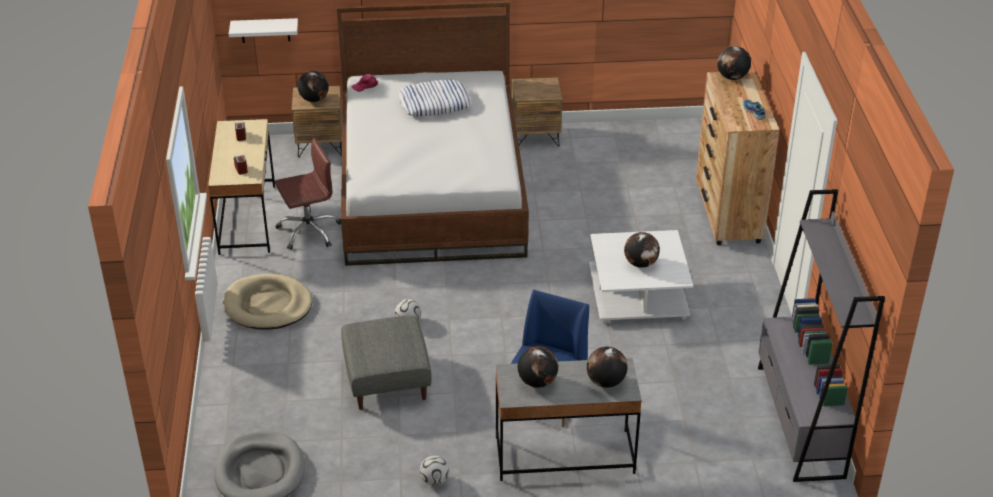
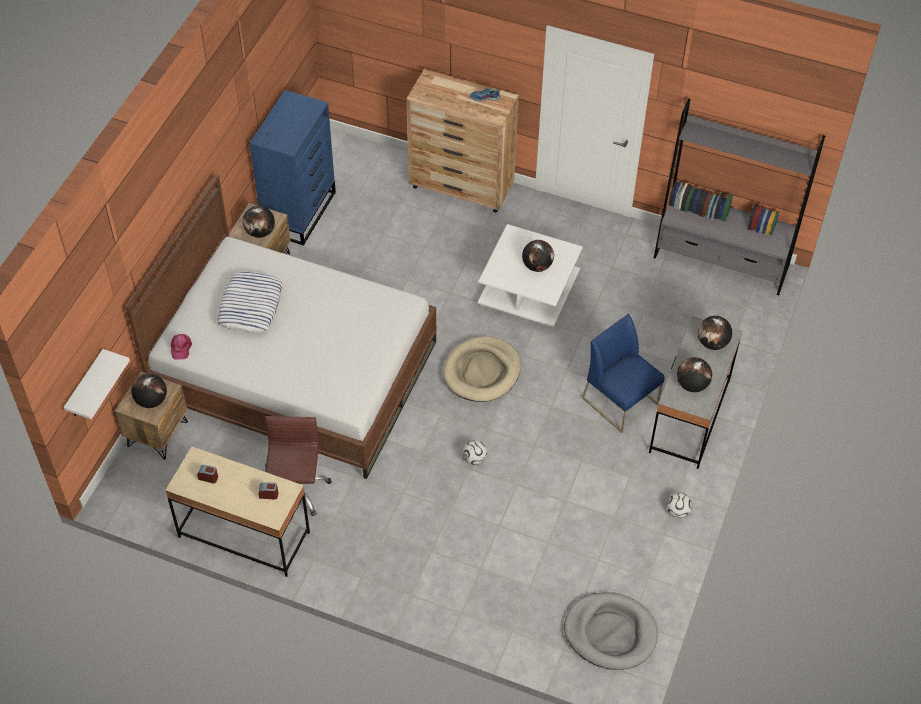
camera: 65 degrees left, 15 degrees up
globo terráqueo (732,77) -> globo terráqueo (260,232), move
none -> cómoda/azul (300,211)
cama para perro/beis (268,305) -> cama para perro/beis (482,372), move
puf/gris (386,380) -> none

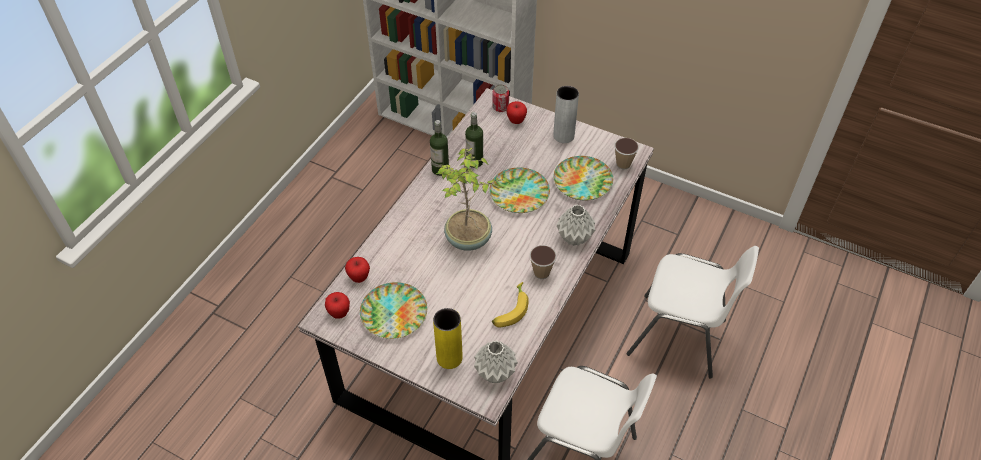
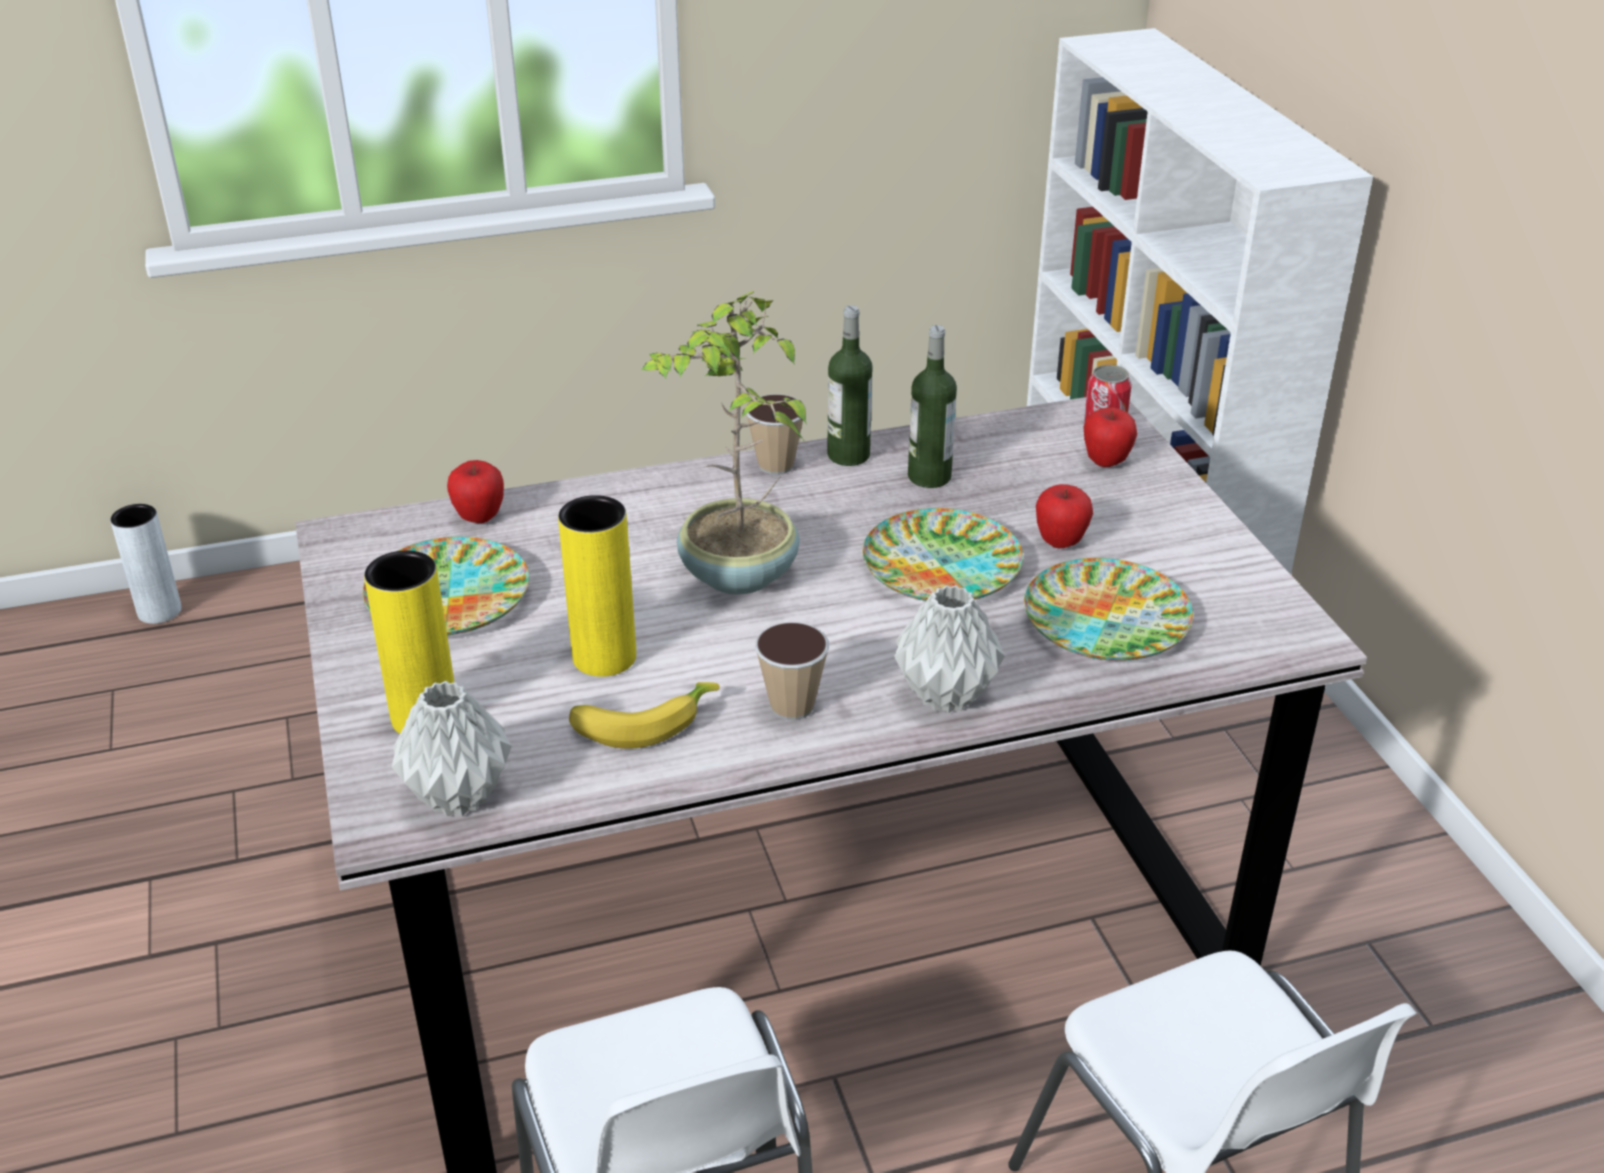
camera: 45 degrees right, 15 degrees down
florero/gris (563,136) -> florero/gris (159,611), move
none -> florero/amarillo (604,657)
taza (623,164) -> taza (776,465), move
manzana (339,313) -> manzana (1060,542), move

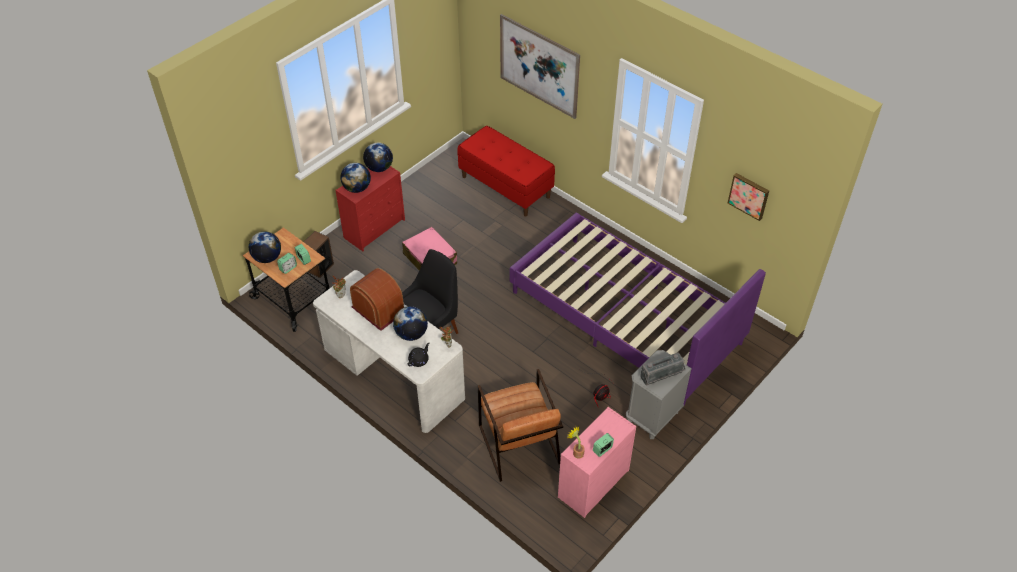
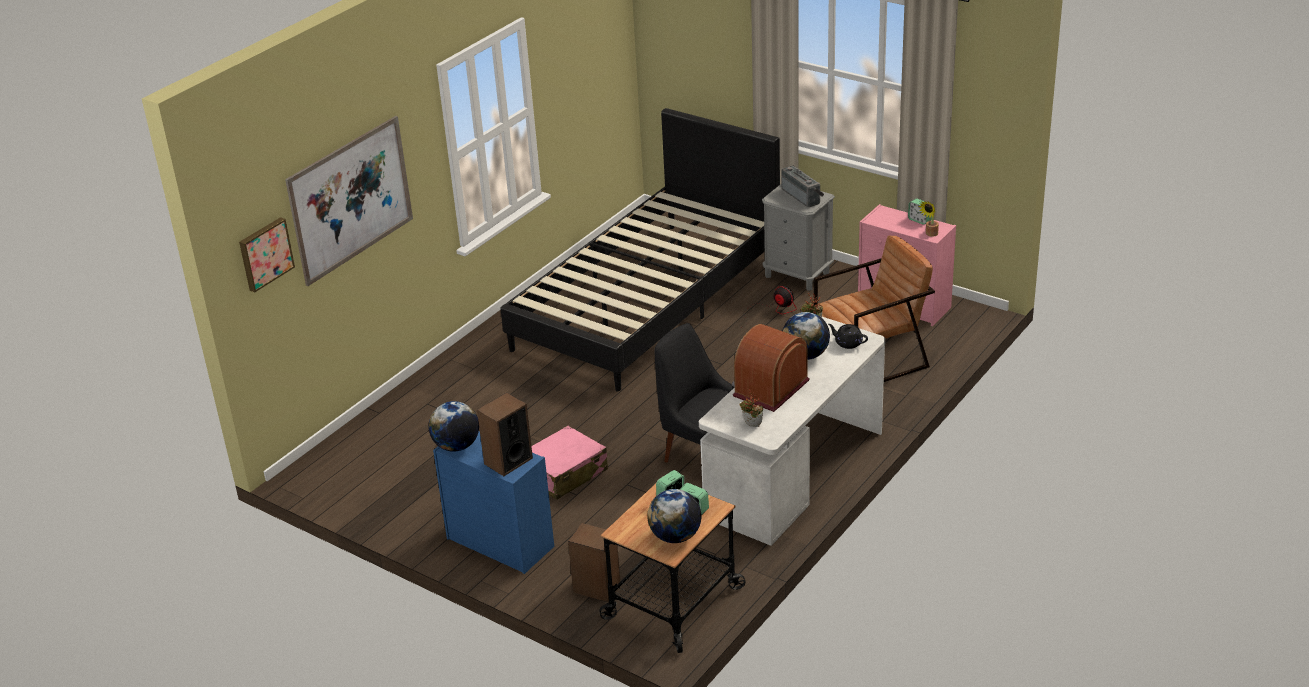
camera: 95 degrees left, 15 degrees down
cuadro (749,195) -> cuadro (265,253), move
cómoda/rojo (375,228) -> cómoda/azul (499,542)
globo terráqueo (357,188) -> altavoz (508,461)
cama/morado (625,318) -> cama/negro (648,302)
banco/rojo (506,186) -> none

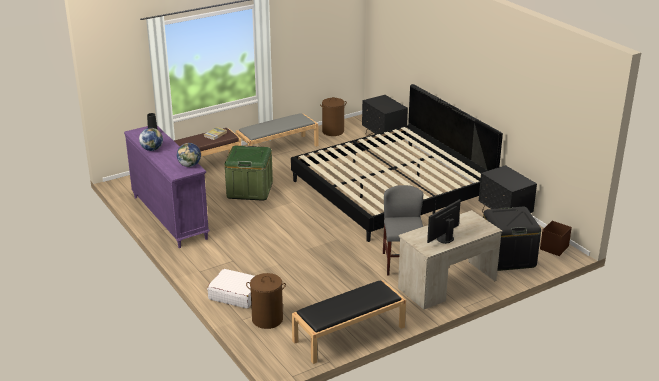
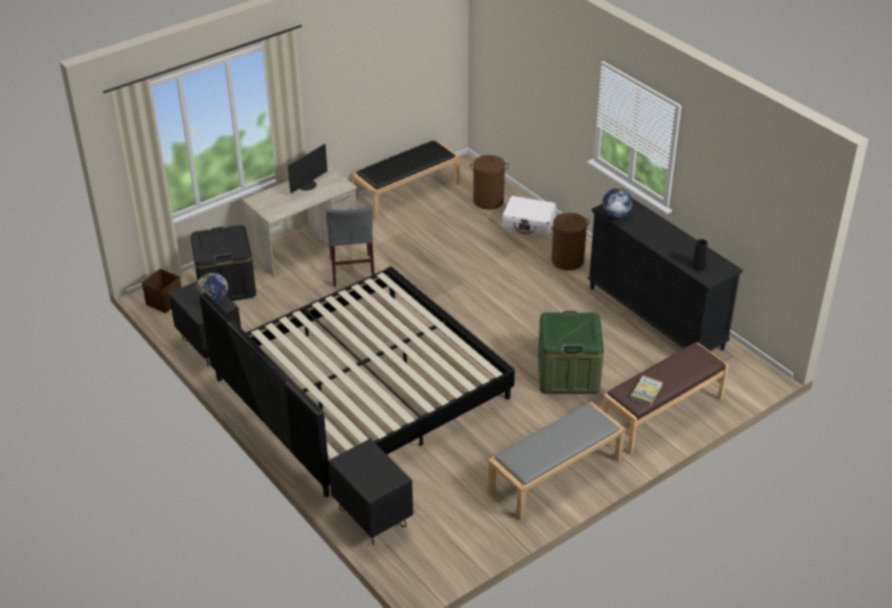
camera: 175 degrees right, 10 degrees up
globo terráqueo (152,149) -> globo terráqueo (214,300), move
cesto de la ropa/marrón (333,131) -> cesto de la ropa/marrón (567,261), move
cómoda/morado (169,217) -> cómoda/negro (655,318)

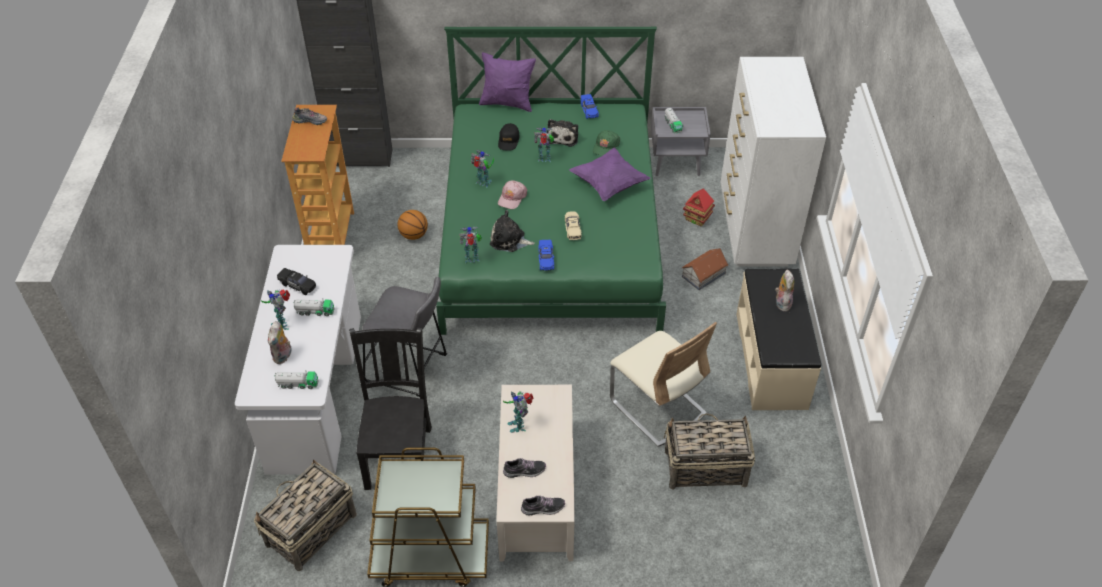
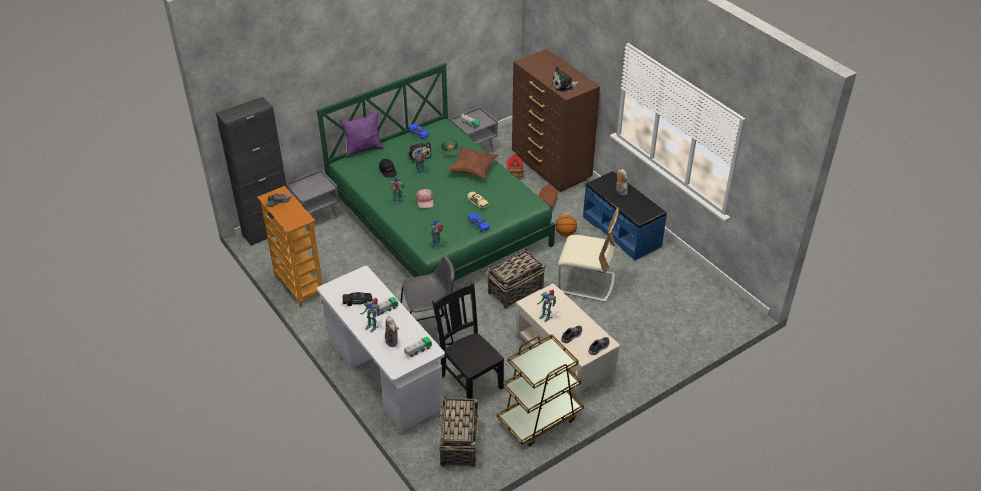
camera: 35 degrees left, 5 degrees down
none -> mesita de noche/gris (316,216)
cojín/morado (608,184) -> cojín/marrón (473,170)
cesta (704,468) -> cesta (515,290), move
cómoda/blanco (754,229) -> cómoda/marrón (550,168)
peluche (509,240) -> peluche (564,85), move
balón de baloncesto (414,235) -> balón de baloncesto (565,234), move
banco/beis (772,360) -> banco/azul (622,231)

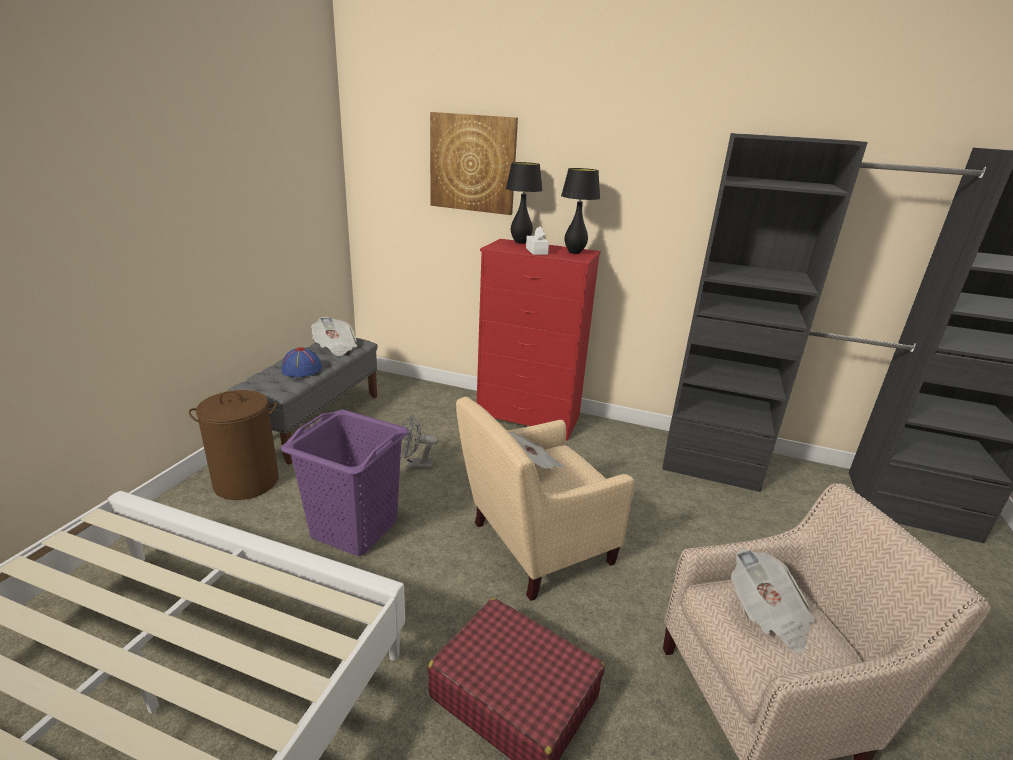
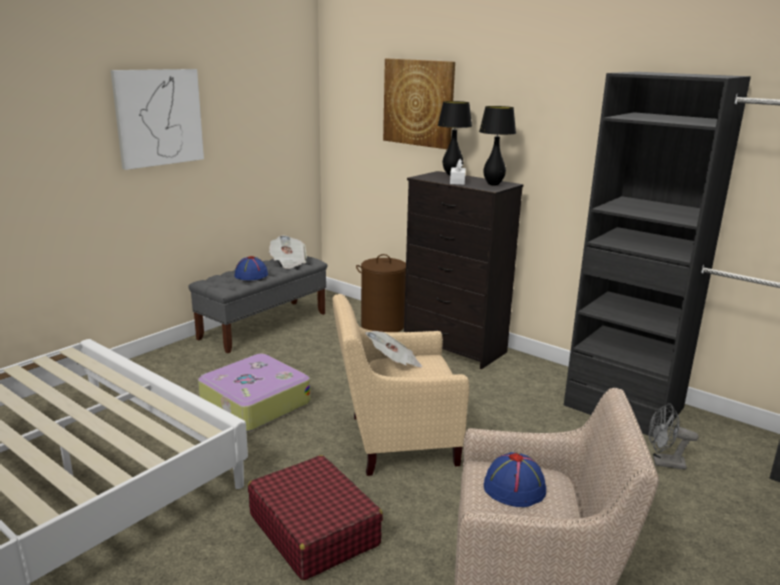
camera: 20 degrees right, 5 degrees down
none -> cuadro (159,117)
cesto de la ropa/morado (354,529) -> maleta (254,404)
cesto de la ropa/marrón (247,482) -> cesto de la ropa/marrón (383,325), move
cómoda/rojo (528,419) -> cómoda/negro (454,347)
periódico (767,616) -> sombrero/azul (515,488)
ventilador/gris (415,466) -> ventilador/gris (663,463), move

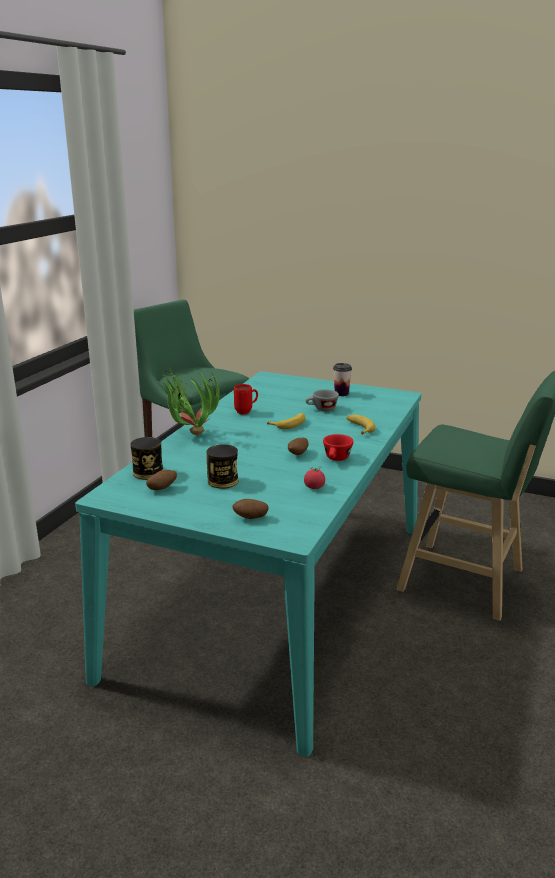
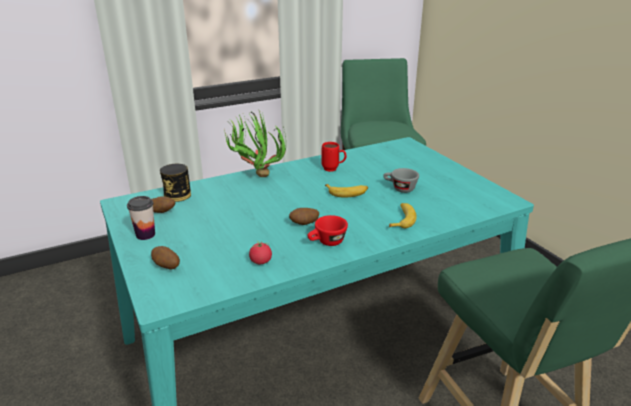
camera: 40 degrees right, 5 degrees up
taza (341,393) -> taza (145,235), move
lata (223,481) -> none

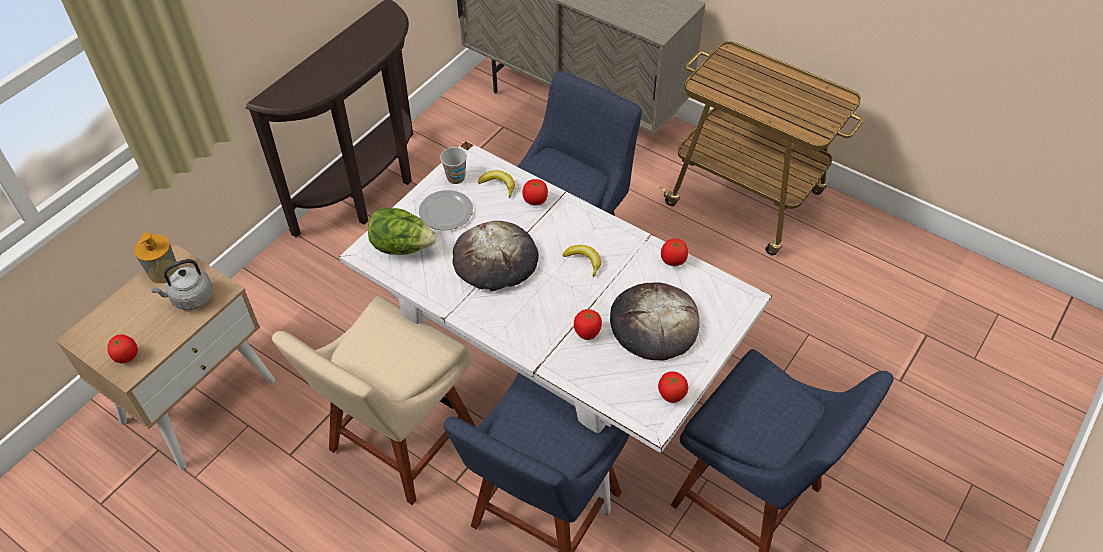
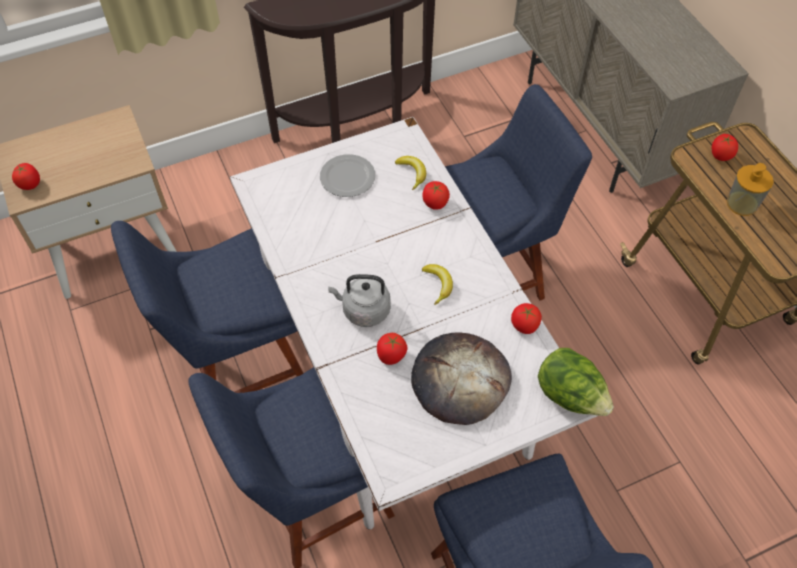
camera: 30 degrees right, 5 degrees up
silla/beis (398,444) -> silla/azul (237,366)
hervidor/gris (190,298) -> hervidor/gris (363,310), move
lechuga (403,247) -> lechuga (570,395), move
tomate (671,394) -> tomate (720,156), move
dispensador de jabón (163,271) -> dispensador de jabón (742,203), move
taza (456,178) -> none
pan (495,260) -> none

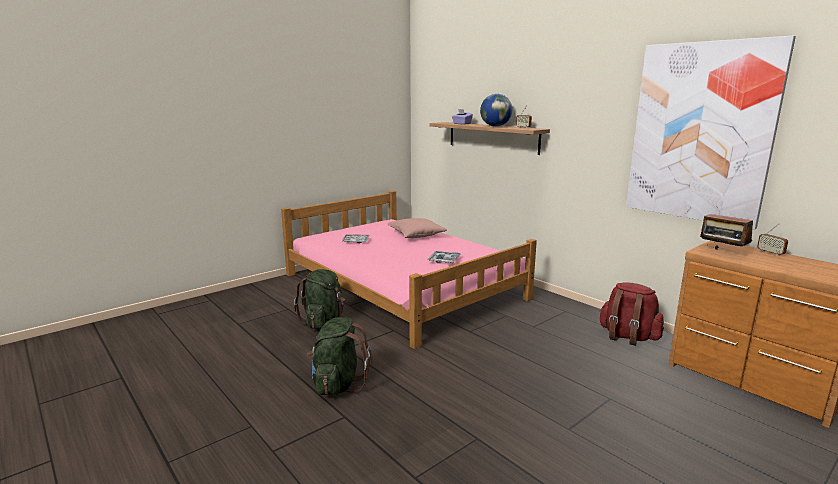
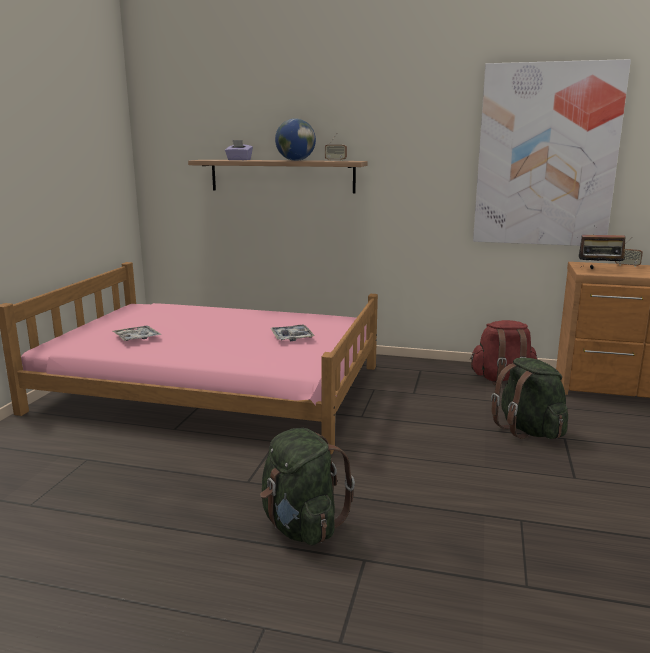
camera: 35 degrees left, 0 degrees up
mochila/verde (323,322) -> mochila/verde (528,430), move
cojín/rosa (416,235) -> none

